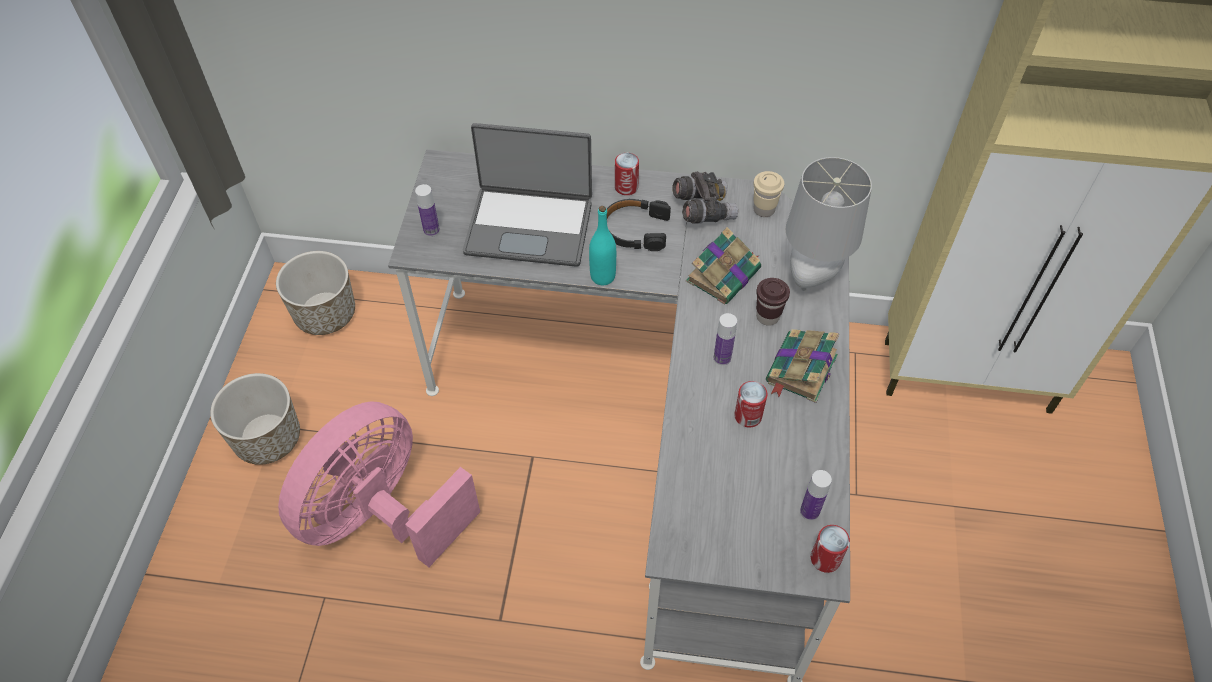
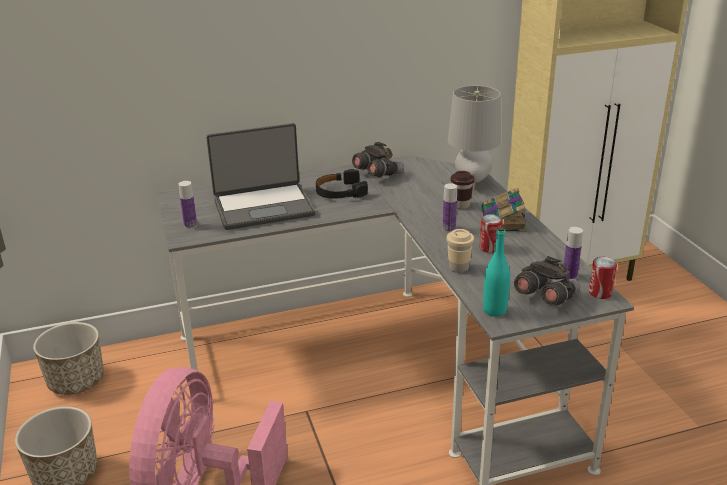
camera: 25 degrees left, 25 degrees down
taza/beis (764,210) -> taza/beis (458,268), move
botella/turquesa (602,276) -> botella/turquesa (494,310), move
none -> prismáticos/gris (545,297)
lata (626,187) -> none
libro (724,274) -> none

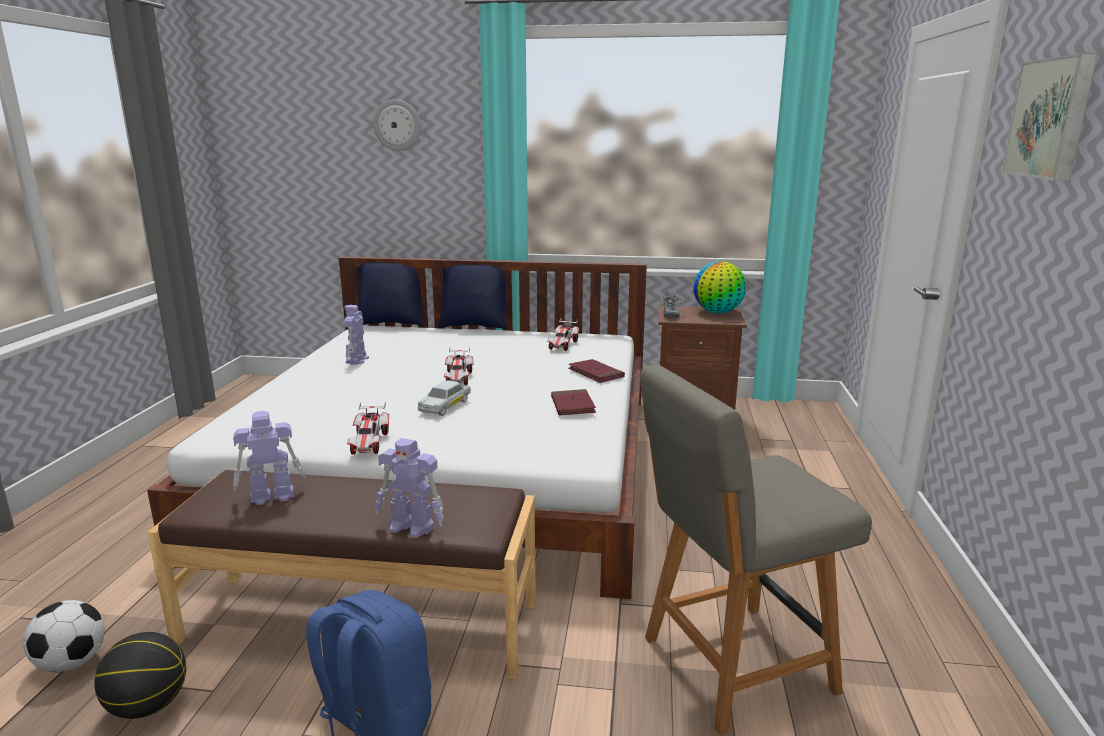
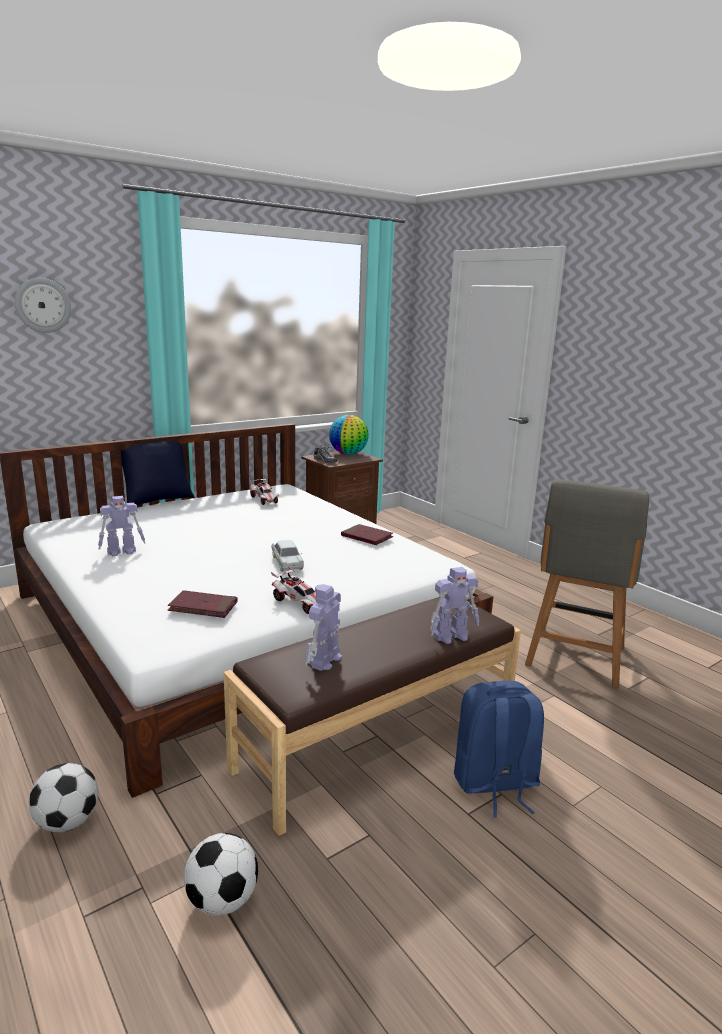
camera: 45 degrees left, 0 degrees up
none -> balón de fútbol (67,822)
robot de juguete (357,360) -> robot de juguete (122,551), 75 degrees counterclockwise
libro/rojo (596,373) -> libro/rojo (203,607), move
balón de baloncesto (148,705) -> none
cojín/azul (391,324) -> none
coche de juguete (458,378) -> none
cuadro (1052,118) -> none

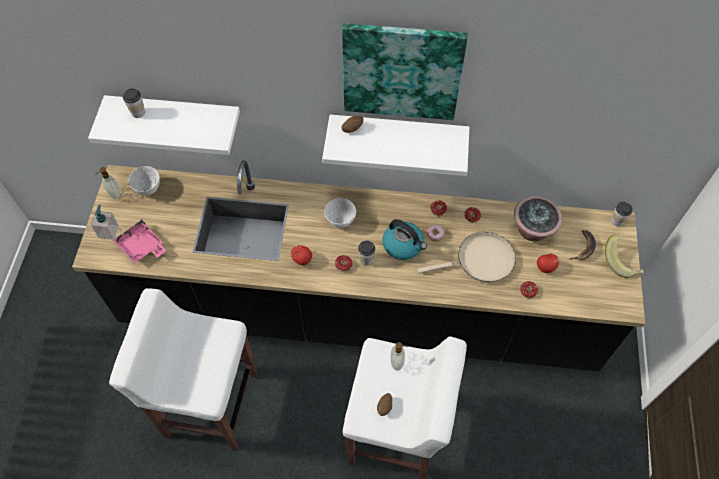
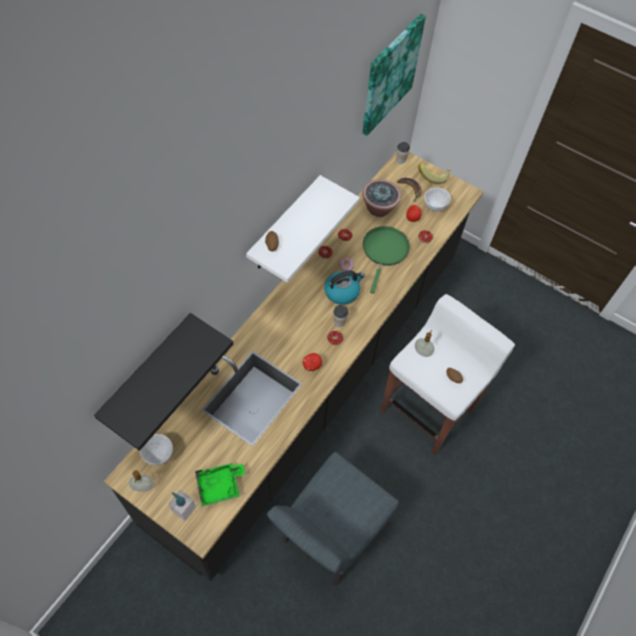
camera: 65 degrees left, 0 degrees up
estante/blanco (176,116) -> estante/negro (148,372)
bandeja/rosa (141,247) -> bandeja/verde (220,486)
taburete/blanco (210,403) -> silla/gris (328,537)
cuadro (402,71) -> cuadro (390,74), move
sartén/beis (481,260) -> sartén/verde (384,251)
cuenco/blanco (340,221) -> cuenco/blanco (435,207), move
taza (138,112) -> none

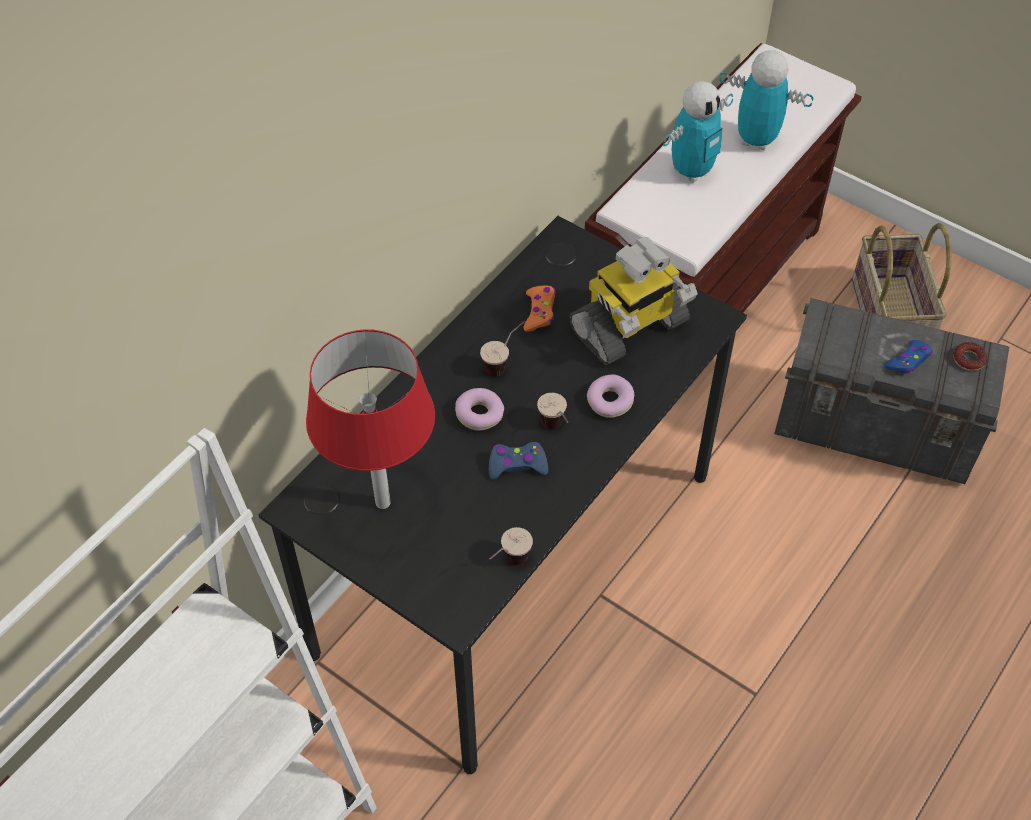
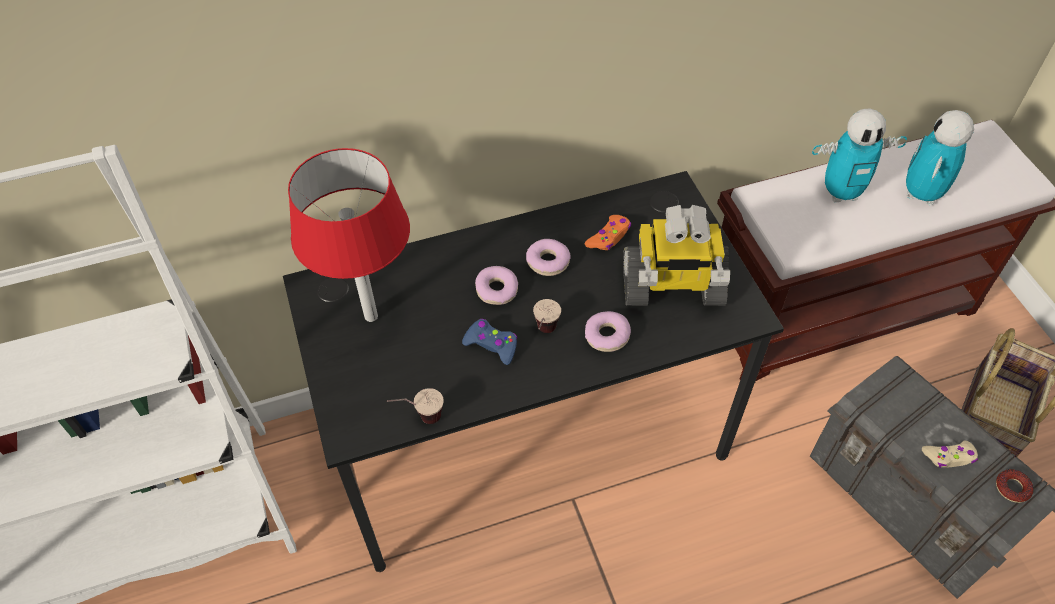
camera: 35 degrees right, 0 degrees up
taza (504,363) -> rosquilla (548,262)
robot de juguete (756,140) -> robot de juguete (921,194), 120 degrees counterclockwise
mando de consola/azul (908,361) -> mando de consola/beis (949,457)

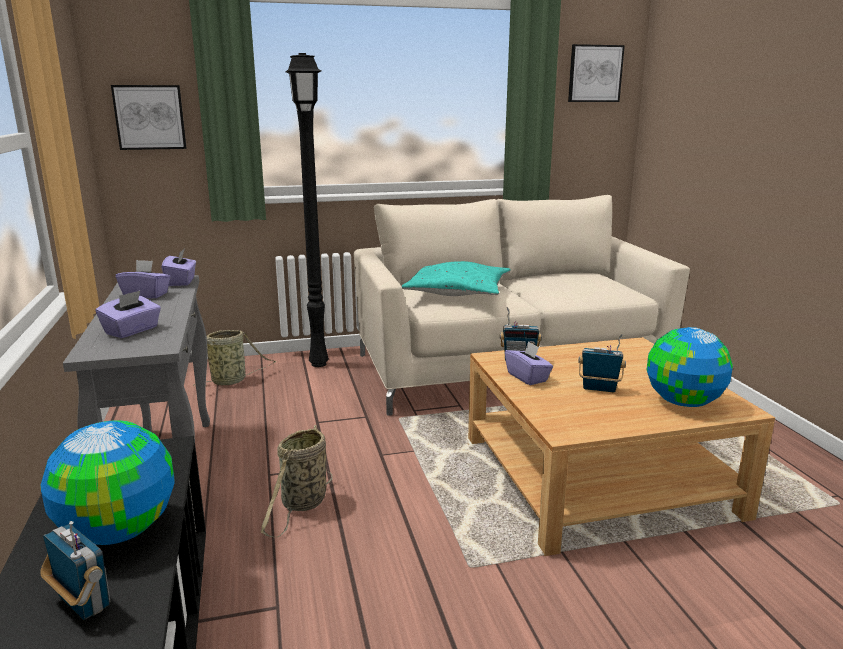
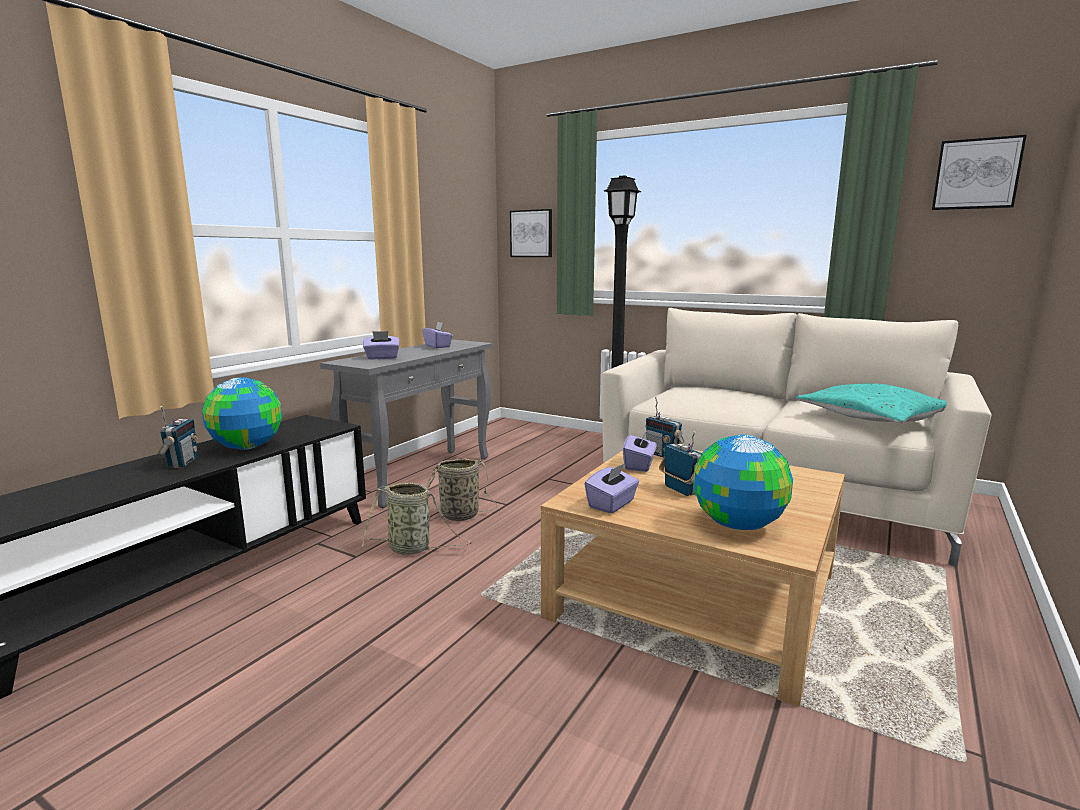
camera: 45 degrees right, 5 degrees down
cesta (231,381) -> cesta (412,549), move
caja de pañuelos/morado (181,281) -> caja de pañuelos/morado (612,504), move
cojín/turquesa (458,292) -> cojín/turquesa (874,418), move

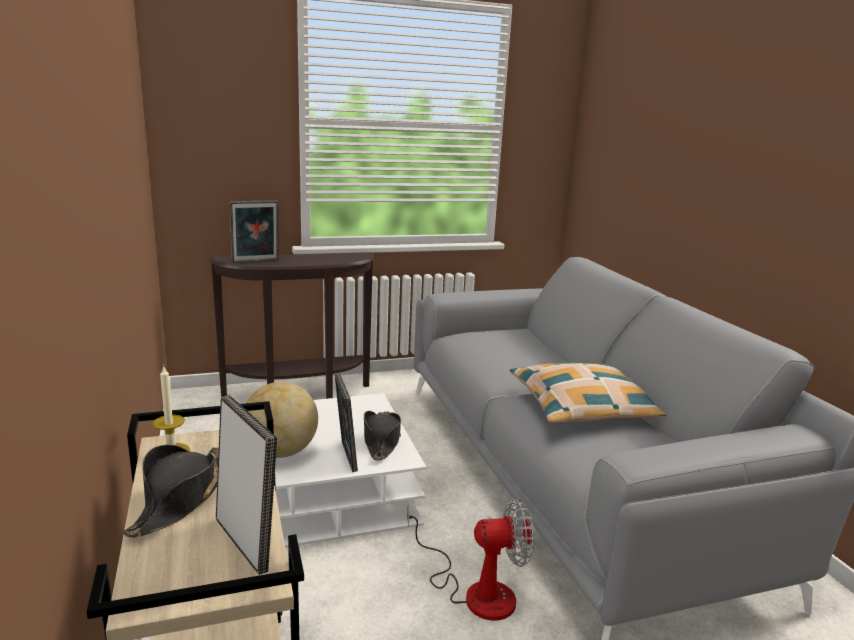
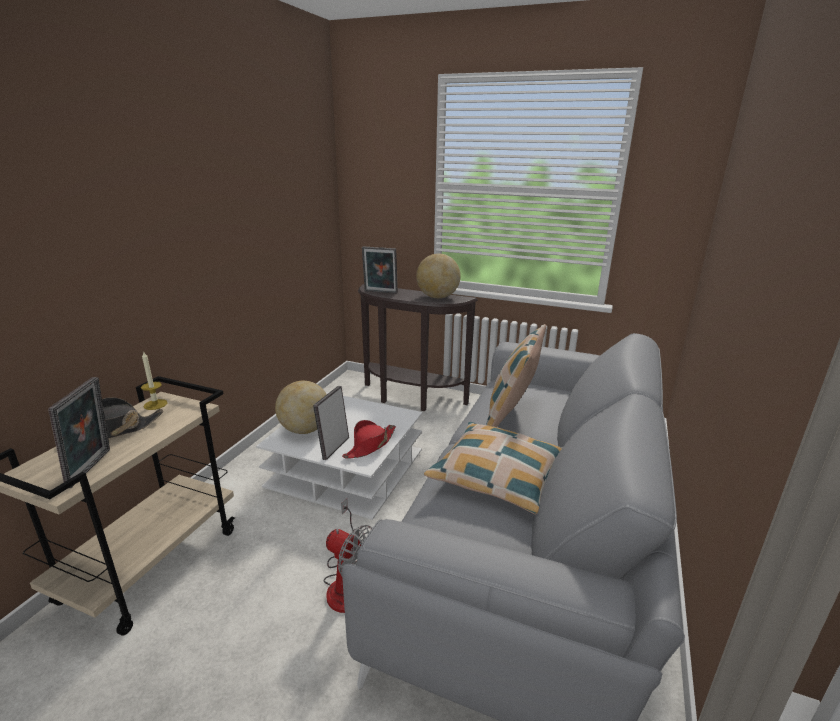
camera: 40 degrees right, 5 degrees up
sombrero/negro (381,441) -> sombrero/rojo (370,445)
none -> globo terráqueo (437,297)
none -> cojín (511,416)

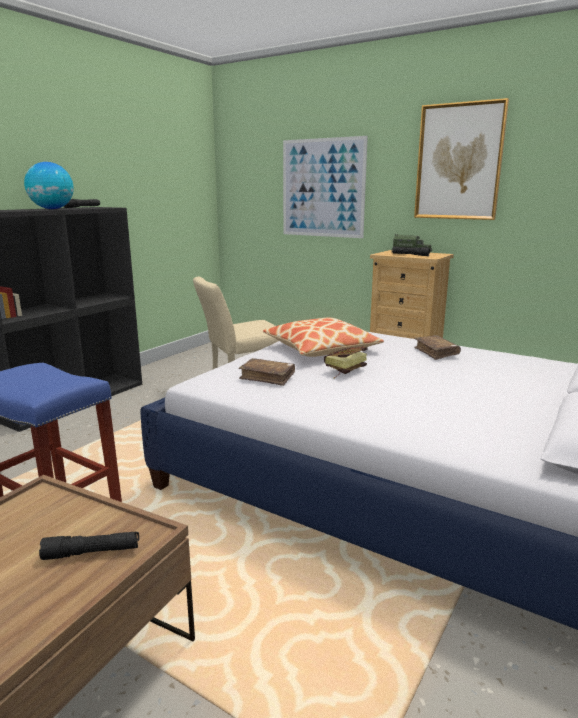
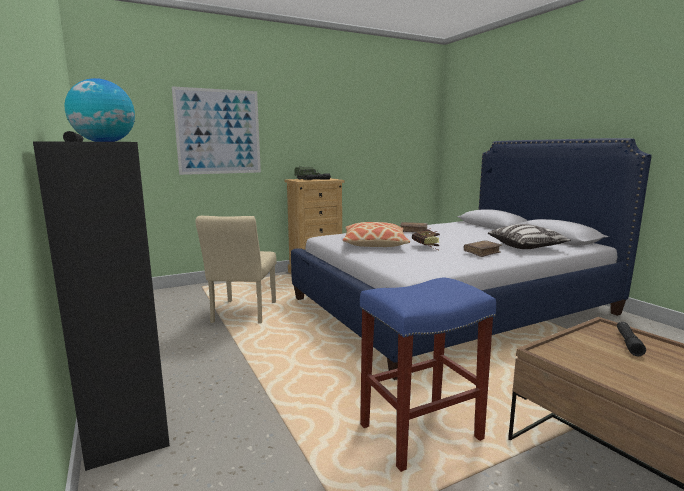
camera: 60 degrees left, 5 degrees down
libro/marrón (267,377) -> libro/marrón (482,253), move
none -> cojín (526,247)
cuadro (459,162) -> none

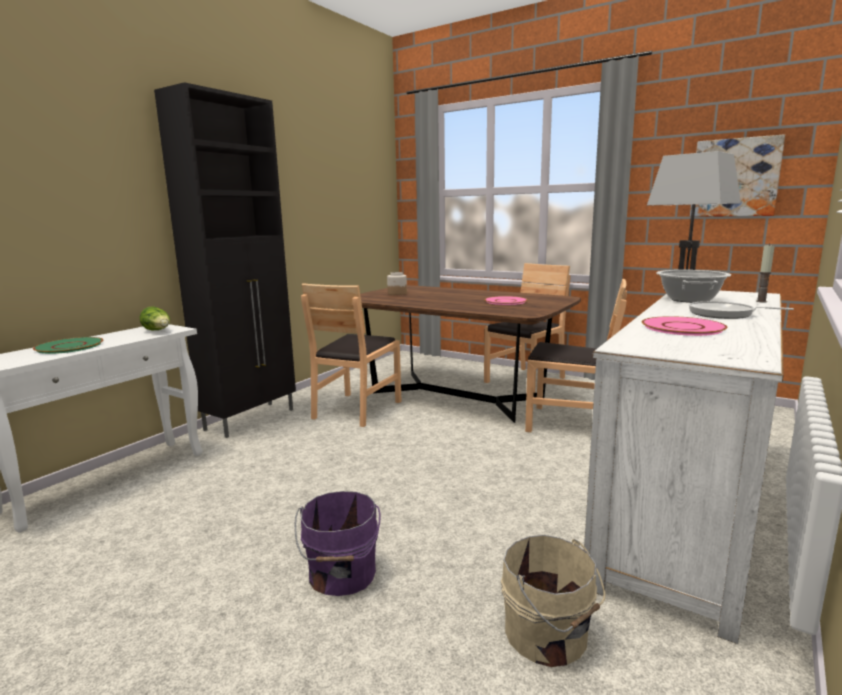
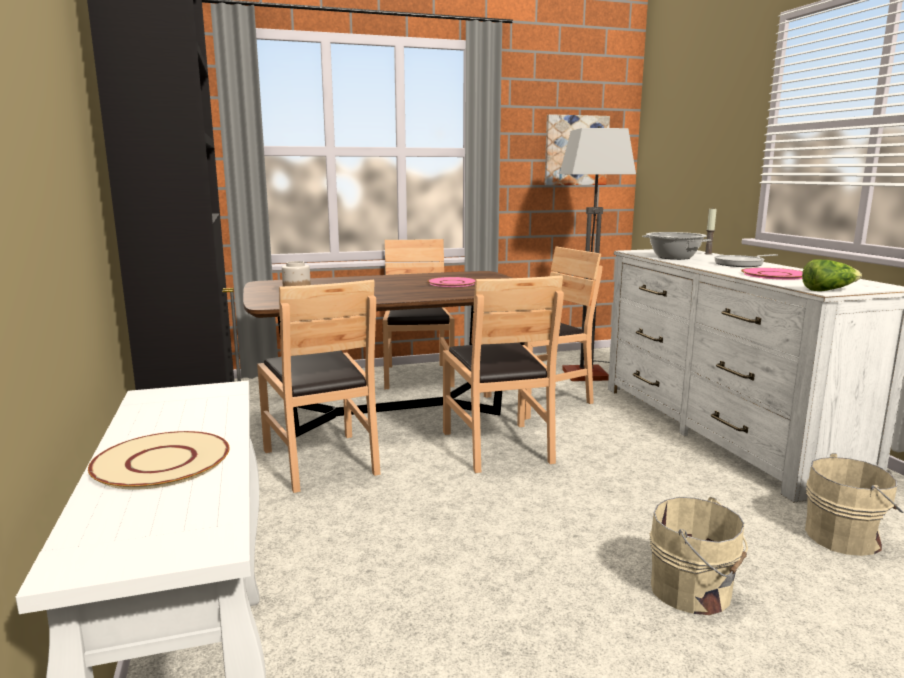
camera: 50 degrees left, 0 degrees up
plato/verde (69,346) -> plato/beis (162,462)
none -> silla/marrón (498,446)
cubo/morado (341,575) -> cubo/beis (694,592)
lechuga (158,331) -> lechuga (828,290), move

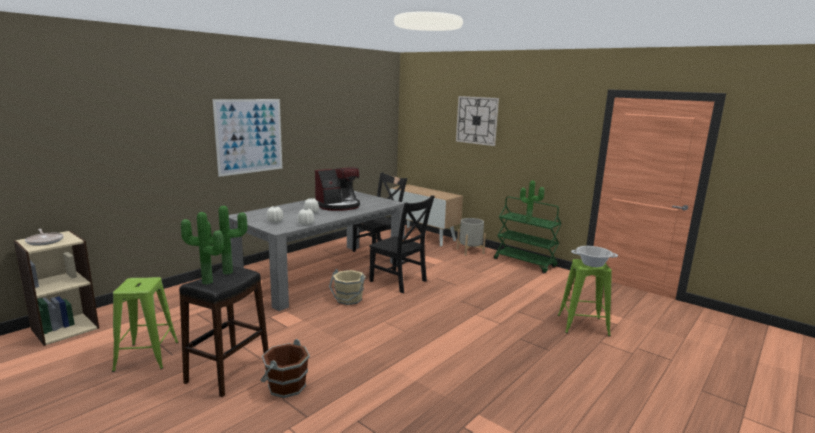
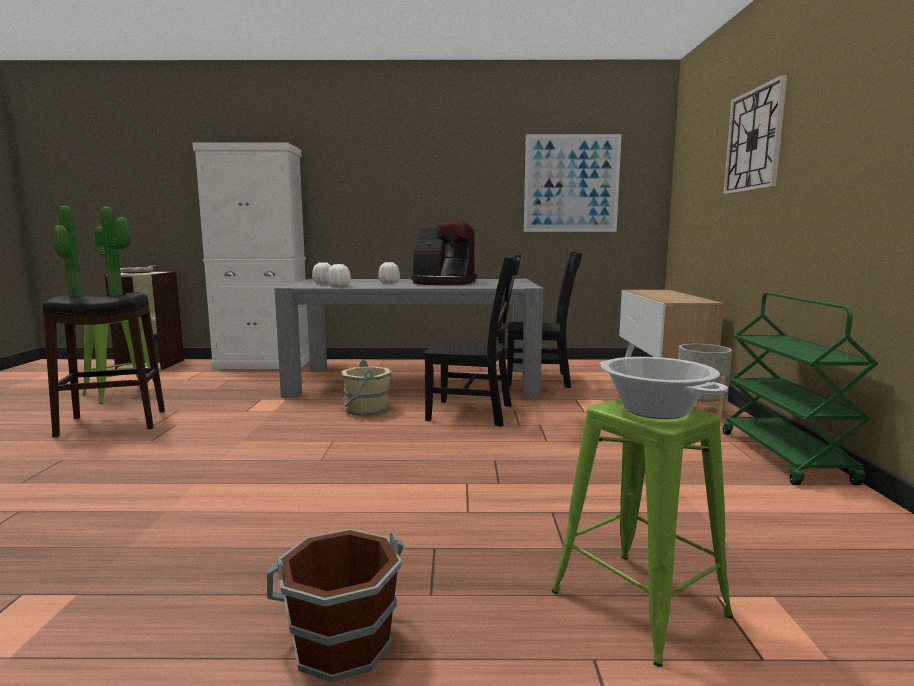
camera: 50 degrees right, 5 degrees down
none -> armario/blanco (263,364)
cubo/marrón (286,386) -> cubo/marrón (341,643), move
silla/negro (399,282) -> silla/negro (474,413), 75 degrees counterclockwise
cuadro (249,136) -> cuadro (571,183), move
planta en maceta (529,221) -> none

